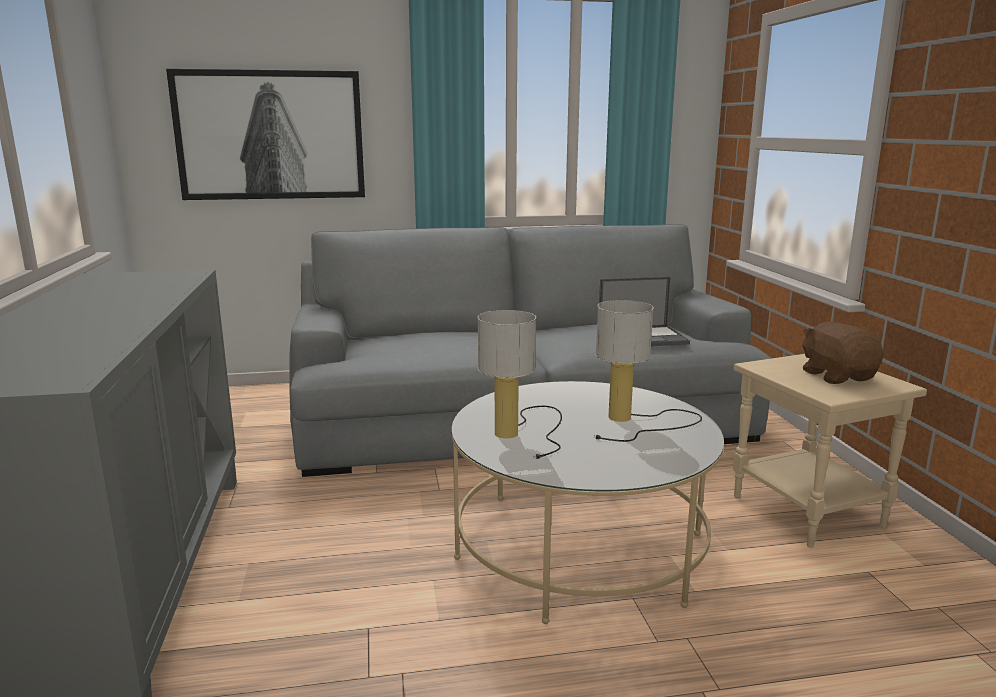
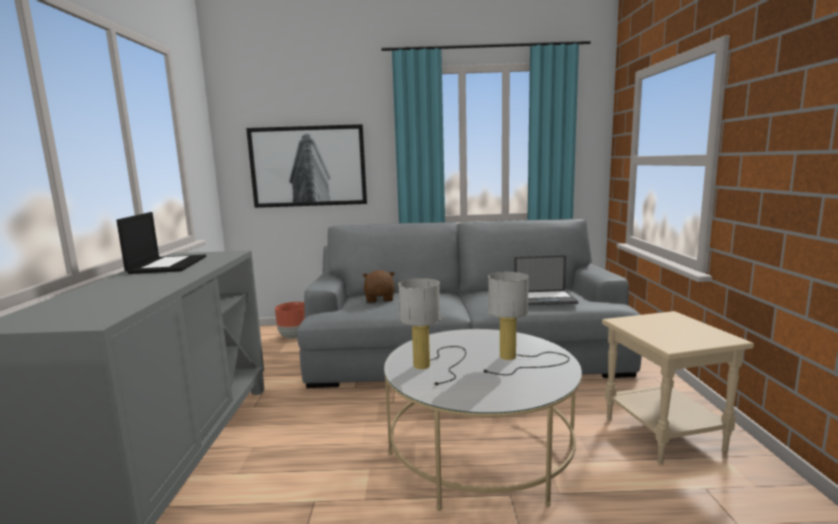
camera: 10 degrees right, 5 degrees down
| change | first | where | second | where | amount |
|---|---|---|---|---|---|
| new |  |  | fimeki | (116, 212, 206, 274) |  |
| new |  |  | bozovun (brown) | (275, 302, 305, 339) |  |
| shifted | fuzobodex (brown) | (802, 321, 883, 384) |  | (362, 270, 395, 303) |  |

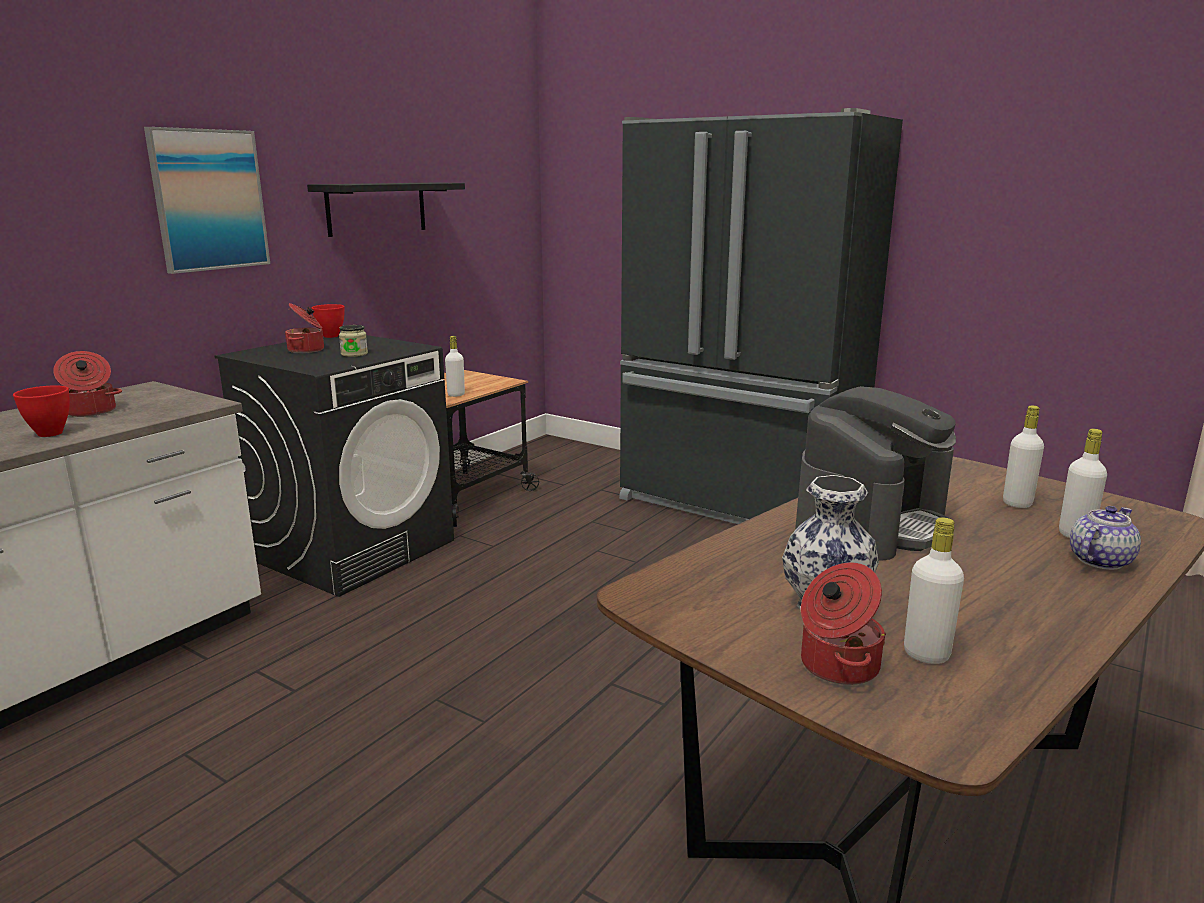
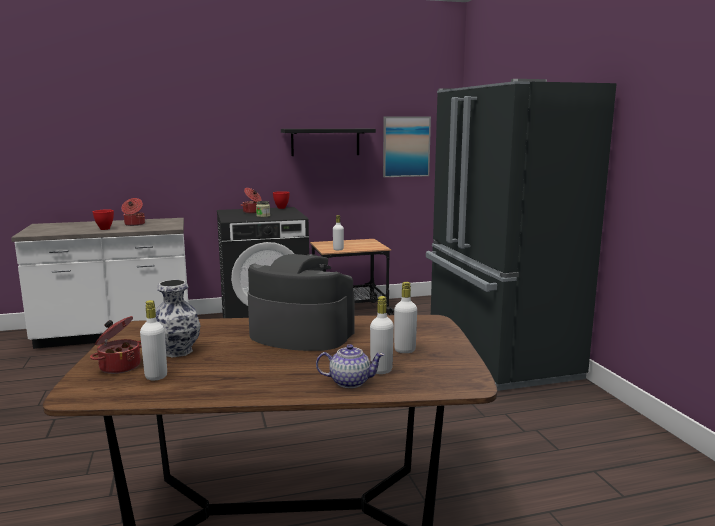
camera: 40 degrees right, 5 degrees down
| change | first | where | second | where | amount |
|---|---|---|---|---|---|
| rotated | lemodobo | (795, 386, 956, 561) |  | (248, 254, 354, 351) | 150 degrees counterclockwise |
| shifted | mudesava | (144, 127, 270, 274) |  | (383, 116, 431, 177) |  |

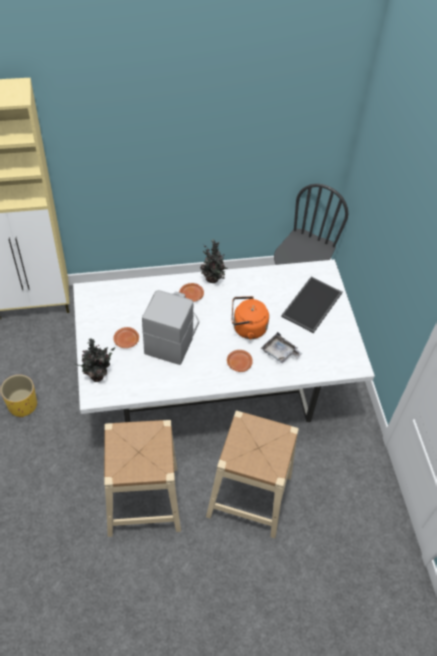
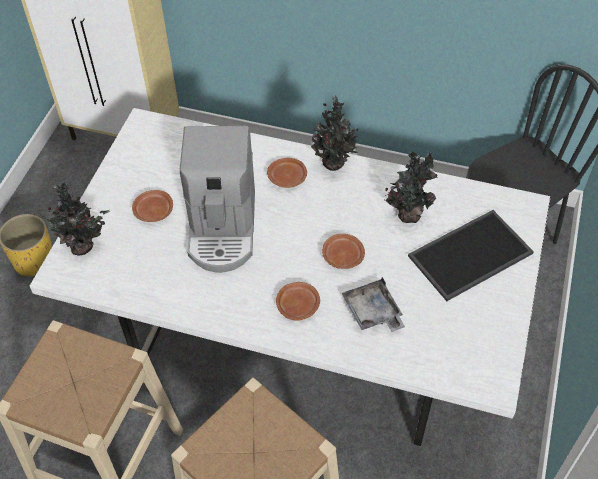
camera: 30 degrees right, 0 degrees up
| change | first | where | second | where | amount |
|---|---|---|---|---|---|
| rotated | lemodobo | (142, 290, 199, 365) |  | (180, 126, 255, 273) | 135 degrees clockwise |
| swapped | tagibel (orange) | (232, 296, 269, 339) | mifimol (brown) | (322, 234, 365, 269) |  |
| new |  |  | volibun | (384, 151, 438, 223) |  |

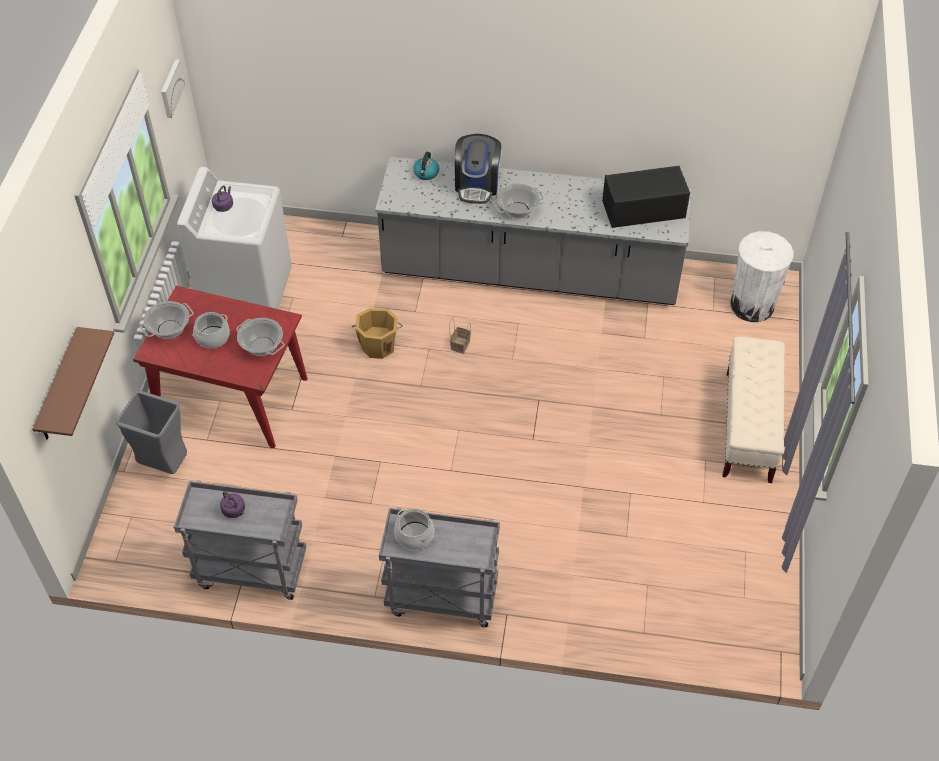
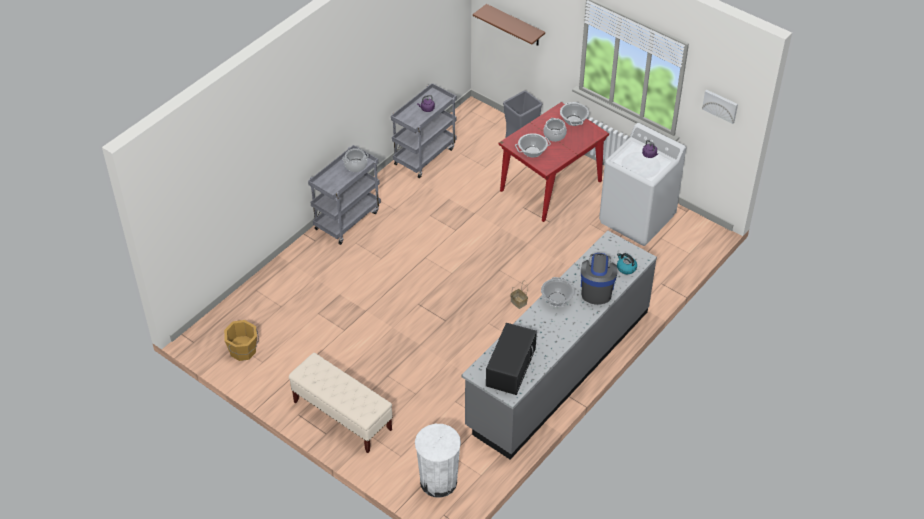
camera: 120 degrees right, 5 degrees down
| change | first | where | second | where | amount |
|---|---|---|---|---|---|
| shifted | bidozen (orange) | (351, 308, 403, 359) |  | (224, 320, 259, 361) |  |
| rotated | lemodobo | (455, 134, 502, 204) |  | (581, 253, 617, 305) | 60 degrees clockwise |

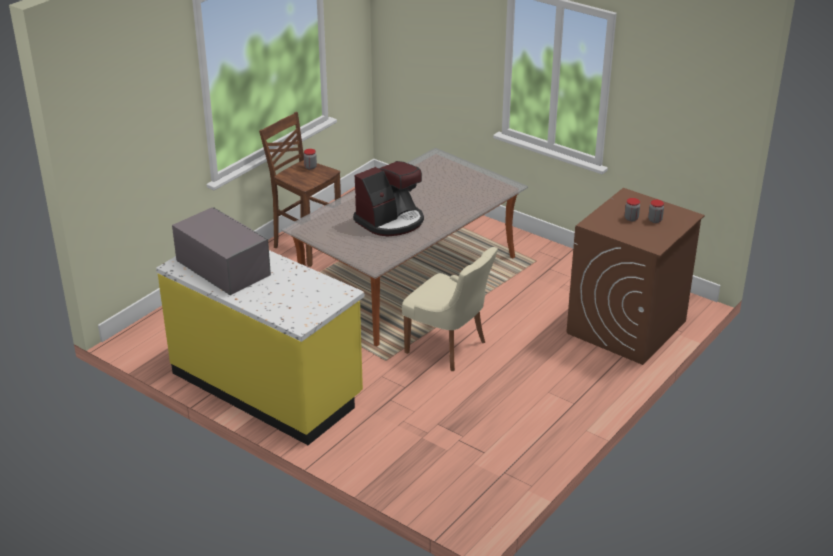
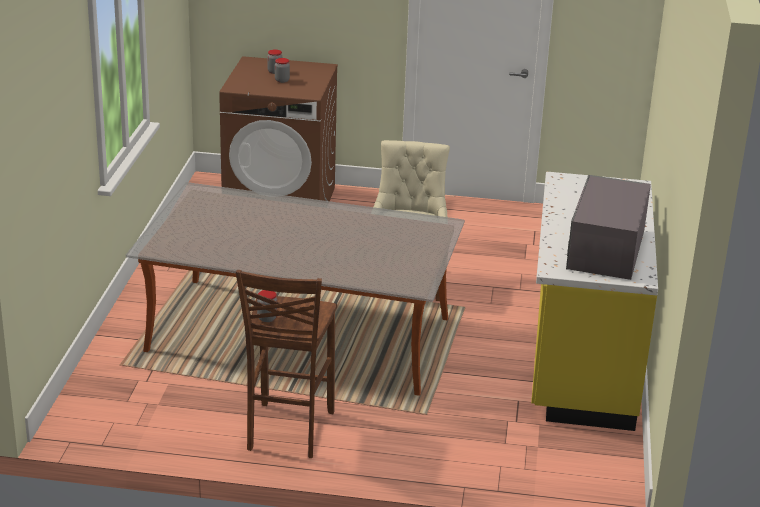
camera: 120 degrees left, 5 degrees down
| change | first | where | second | where | amount |
|---|---|---|---|---|---|
| gone | lemodobo | (353, 161, 424, 236) |  |  |  |

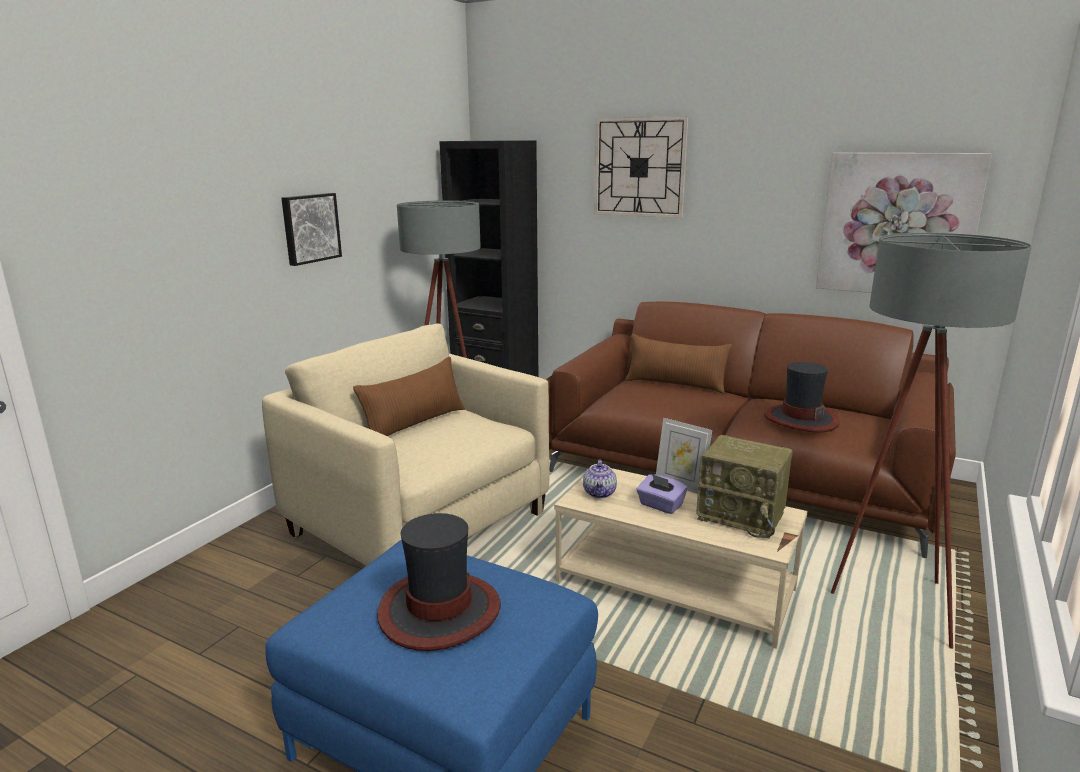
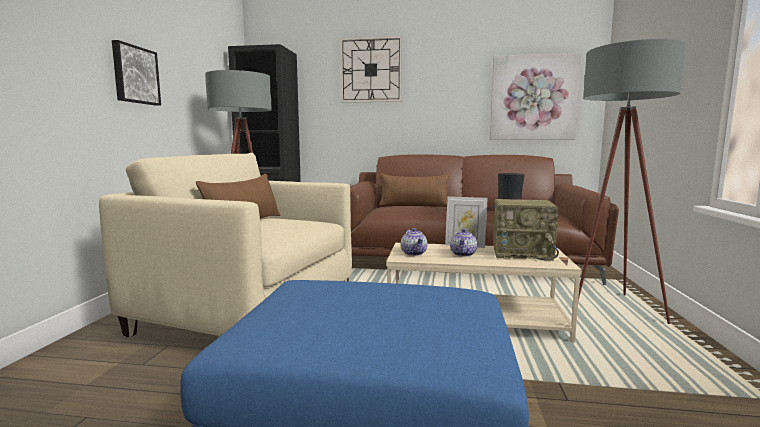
camera: 20 degrees left, 10 degrees down
| change | first | where | second | where | amount |
|---|---|---|---|---|---|
| swapped | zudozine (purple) | (636, 474, 688, 514) | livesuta | (450, 229, 477, 257) |  |
| gone | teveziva | (377, 513, 501, 651) |  |  |  |

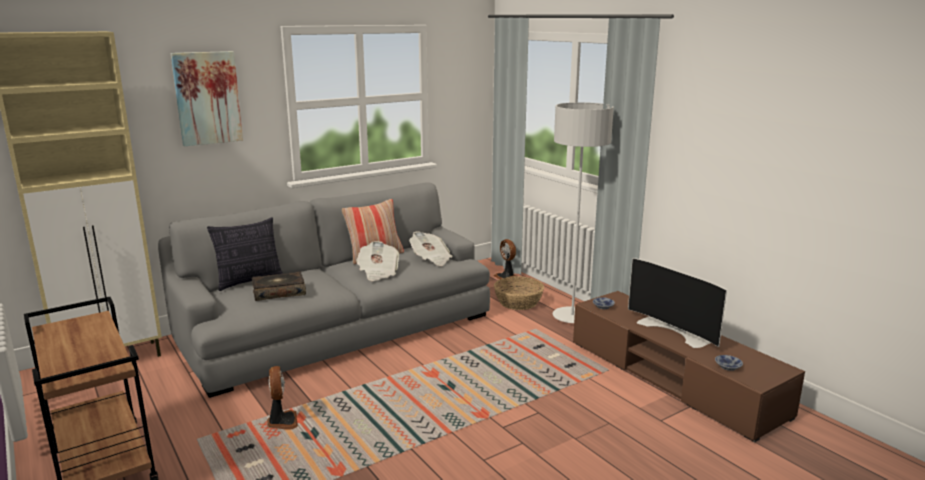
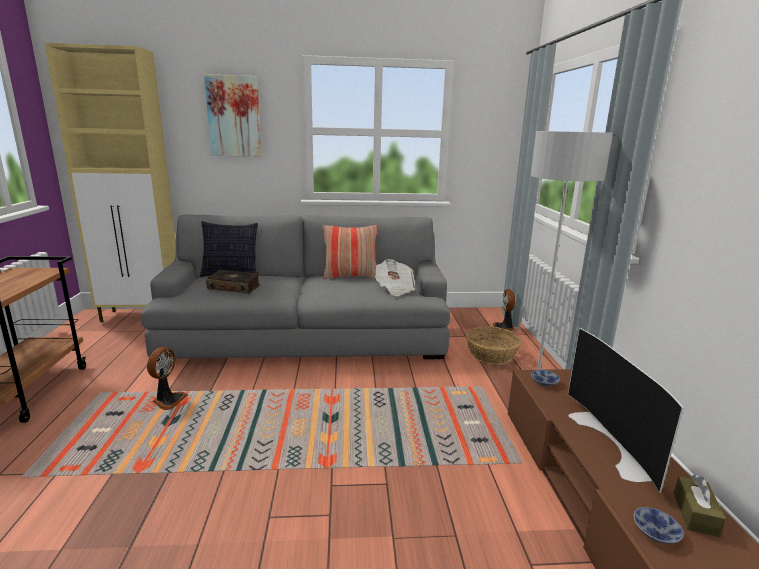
camera: 30 degrees right, 0 degrees up
| change | first | where | second | where | amount |
|---|---|---|---|---|---|
| new |  |  | zudozine (brown) | (674, 475, 726, 538) |  |
| gone | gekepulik | (356, 241, 399, 281) |  |  |  |

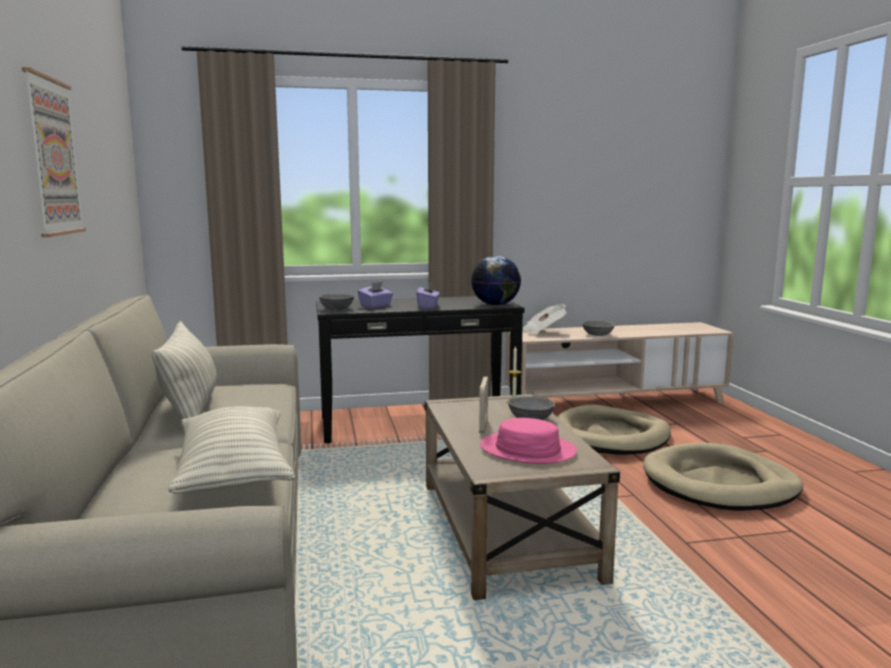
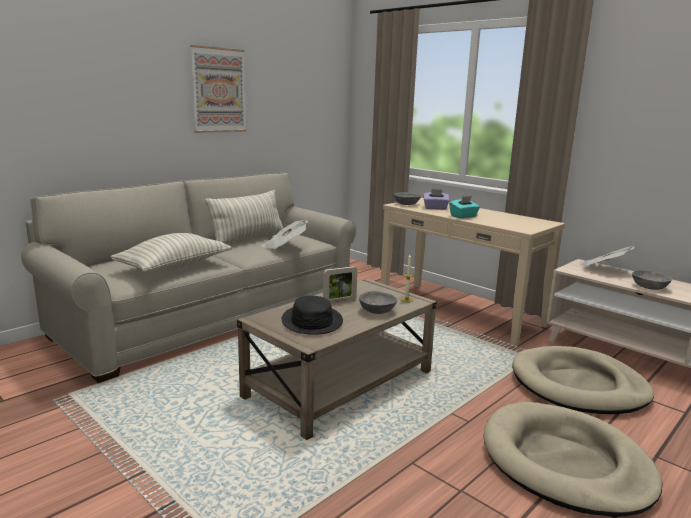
camera: 55 degrees right, 5 degrees up
| change | first | where | second | where | amount |
|---|---|---|---|---|---|
| new |  |  | gekepulik | (262, 220, 308, 249) |  |
| repainted | teveziva (pink) | (480, 418, 577, 464) | teveziva (black) | (282, 296, 343, 335) |  |
| repainted | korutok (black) | (316, 296, 525, 444) | korutok (beige) | (381, 198, 565, 346) |  |
| repainted | zudozine (purple) | (416, 282, 440, 309) | zudozine (turquoise) | (449, 196, 480, 218) |  |
| gone | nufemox | (471, 256, 521, 305) |  |  |  |

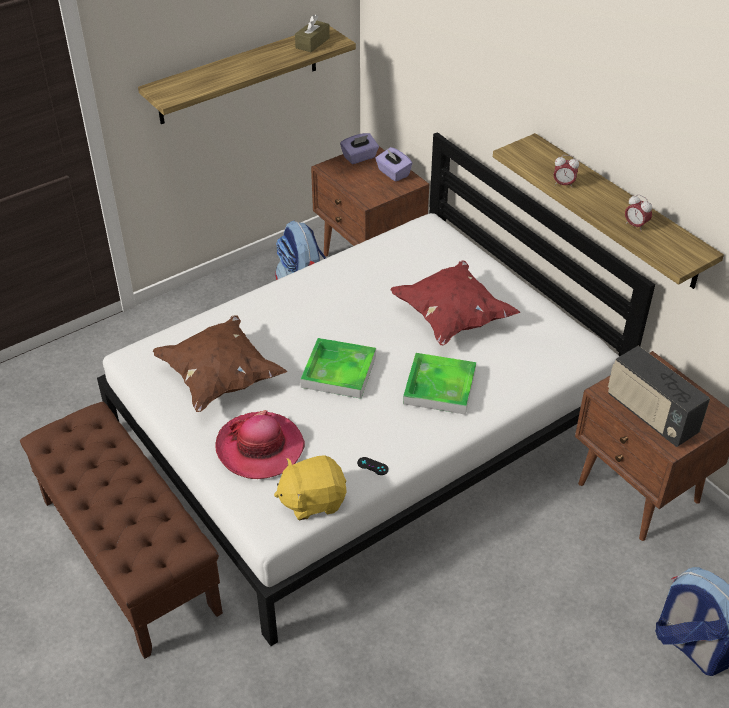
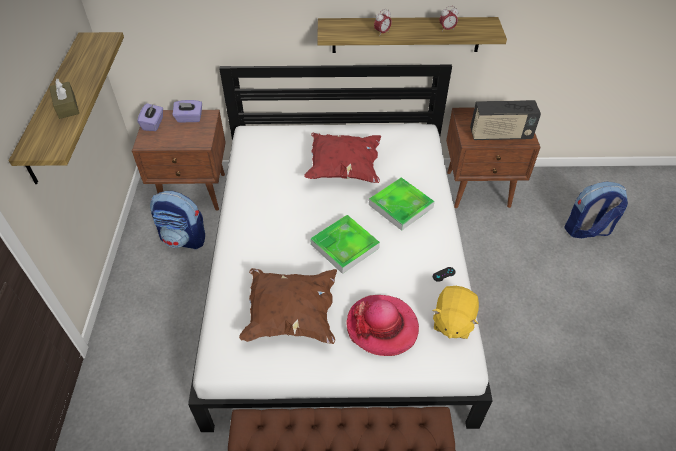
camera: 55 degrees left, 5 degrees up
| change | first | where | second | where | amount |
|---|---|---|---|---|---|
| shifted | zudozine (brown) | (295, 14, 330, 52) |  | (49, 79, 79, 119) |  |

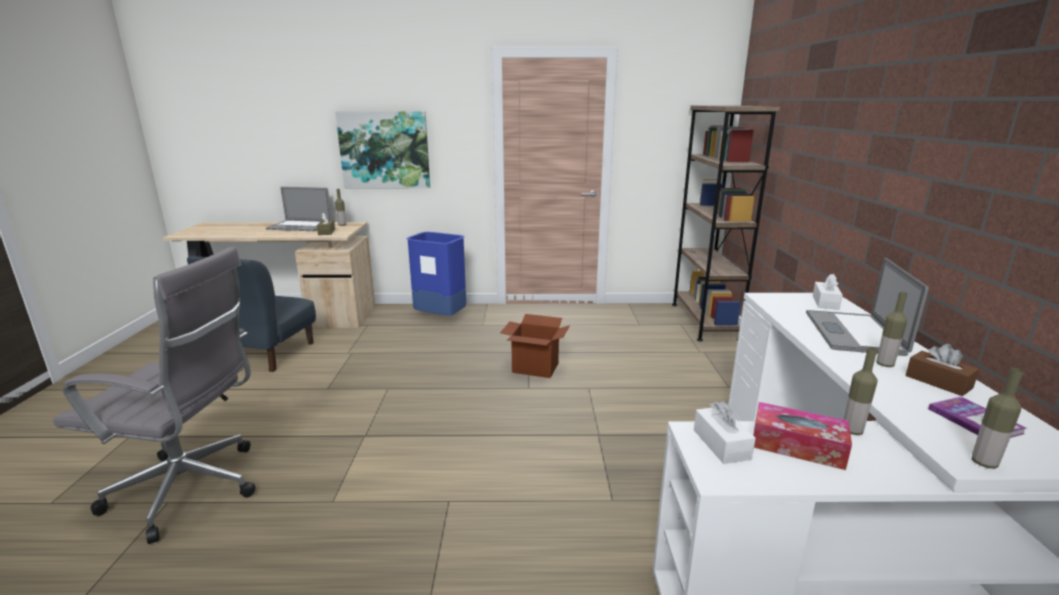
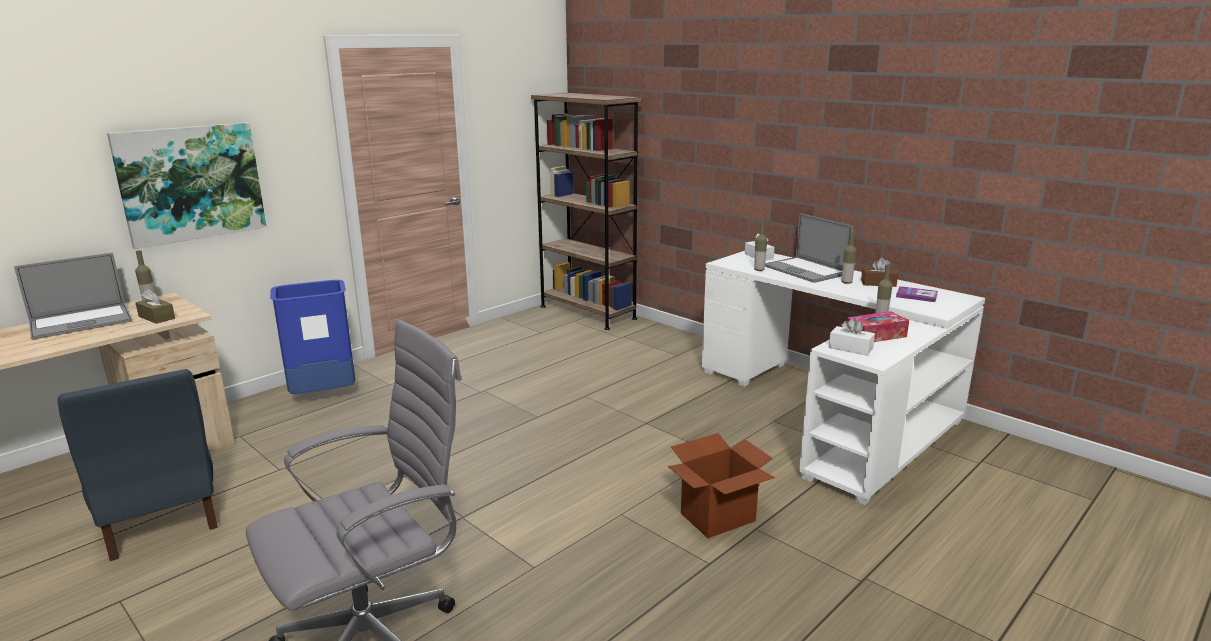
camera: 45 degrees left, 0 degrees up
| change | first | where | second | where | amount |
|---|---|---|---|---|---|
| shifted | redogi | (500, 314, 570, 378) |  | (668, 433, 775, 538) |  |
| shifted | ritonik | (972, 368, 1023, 469) |  | (754, 222, 767, 271) |  |

